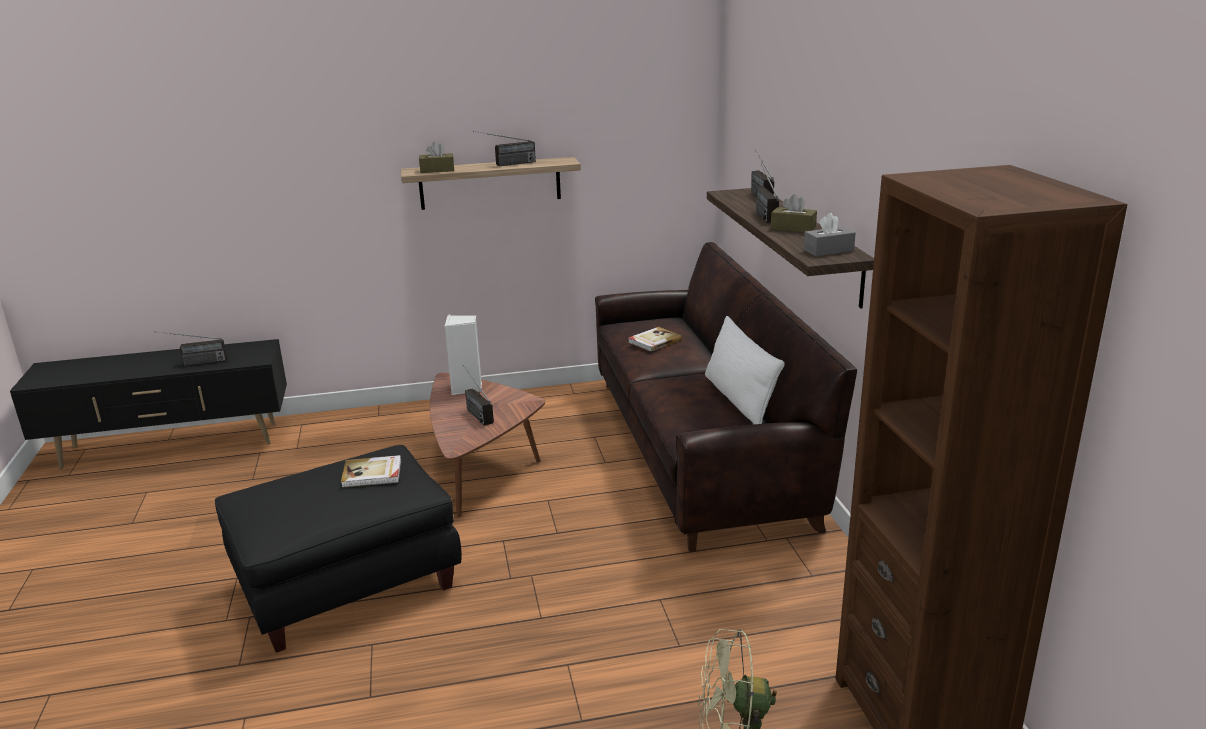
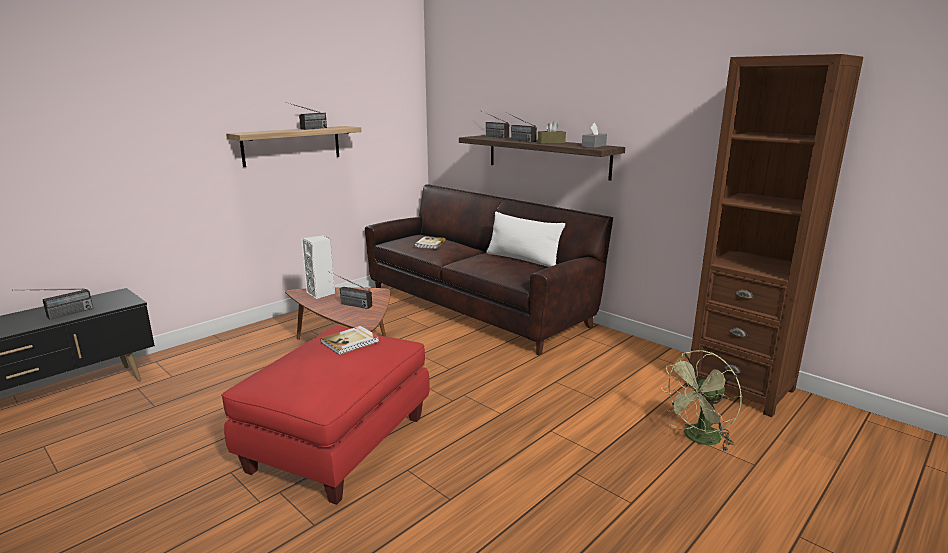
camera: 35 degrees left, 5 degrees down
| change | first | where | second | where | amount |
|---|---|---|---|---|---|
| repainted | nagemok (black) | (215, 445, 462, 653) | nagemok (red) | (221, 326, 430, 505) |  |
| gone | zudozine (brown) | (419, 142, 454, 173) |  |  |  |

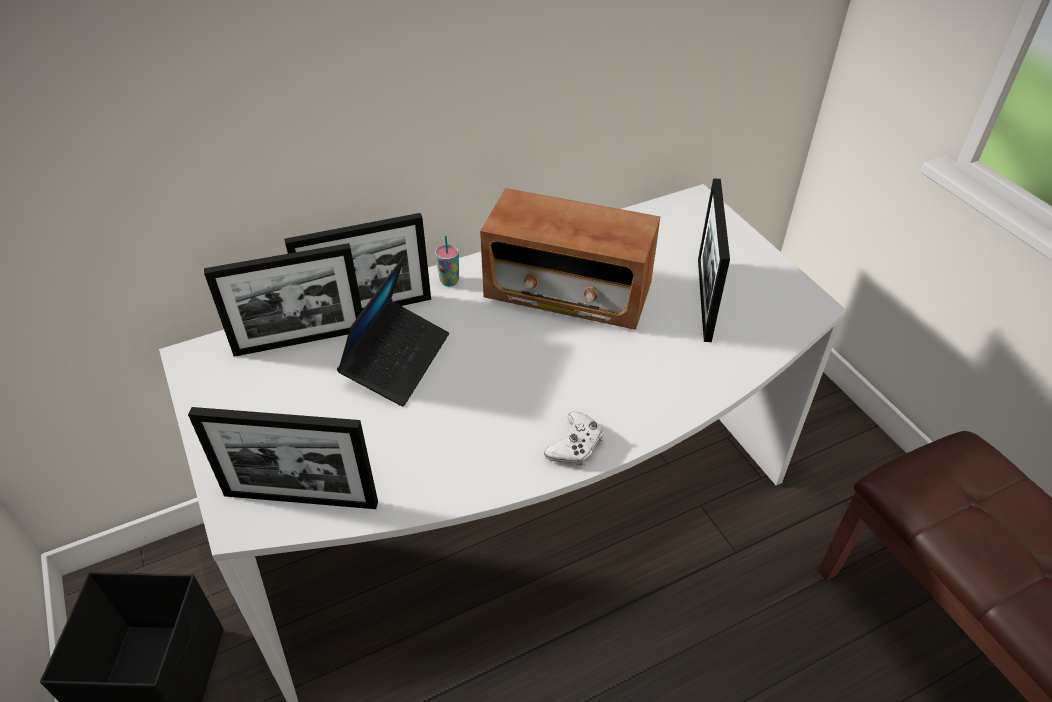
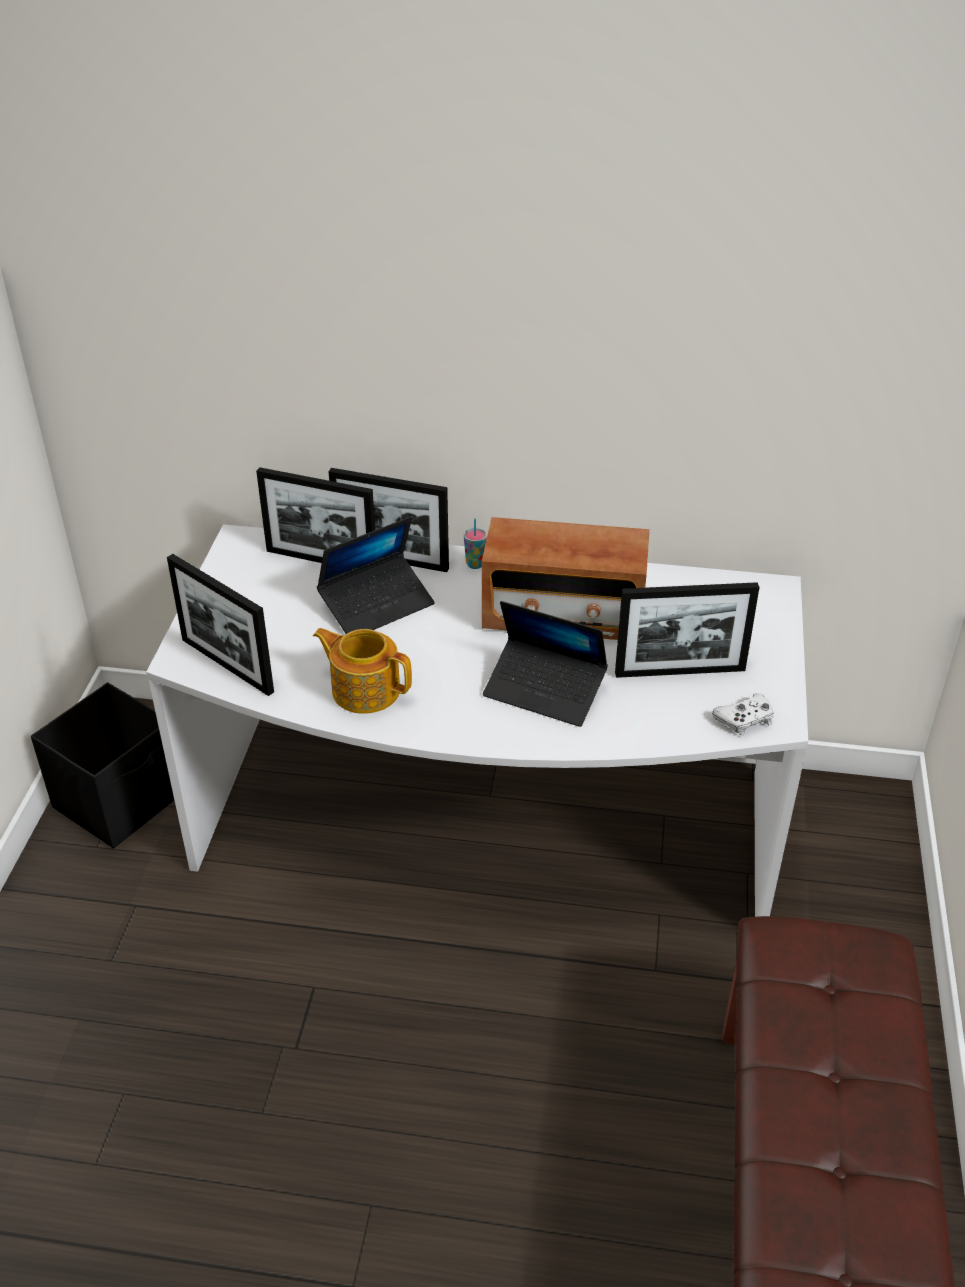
camera: 35 degrees right, 5 degrees down
| change | first | where | second | where | amount |
|---|---|---|---|---|---|
| new |  |  | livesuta | (313, 628, 412, 714) |  |
| rotated | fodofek | (480, 188, 660, 330) |  | (482, 517, 650, 640) | 45 degrees counterclockwise |
| new |  |  | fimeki | (483, 601, 608, 727) |  |
| rotated | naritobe | (698, 178, 730, 342) |  | (615, 582, 759, 678) | 135 degrees counterclockwise |
| shifted | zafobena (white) | (544, 412, 604, 466) |  | (712, 693, 773, 735) |  |

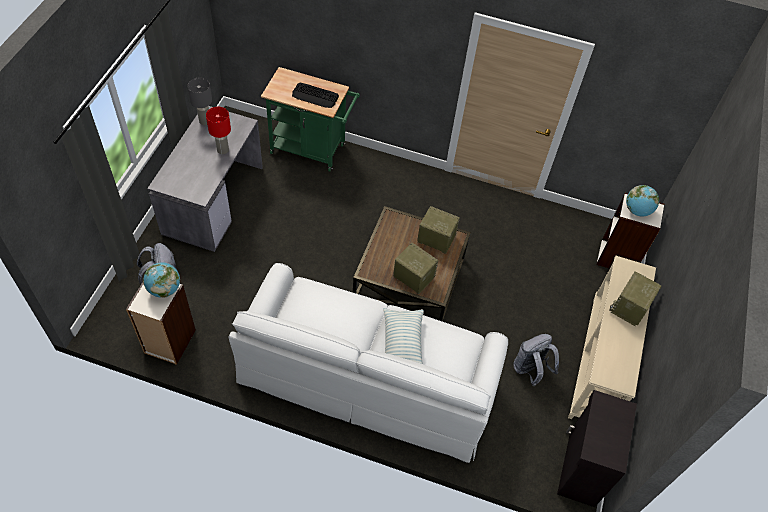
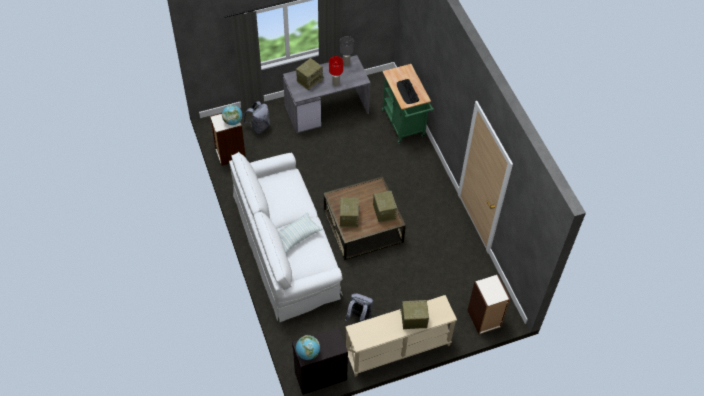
camera: 55 degrees right, 0 degrees up
| change | first | where | second | where | amount |
|---|---|---|---|---|---|
| new |  |  | fodofek | (296, 58, 324, 90) |  |
| shifted | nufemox | (626, 185, 659, 217) |  | (296, 335, 320, 360) |  |

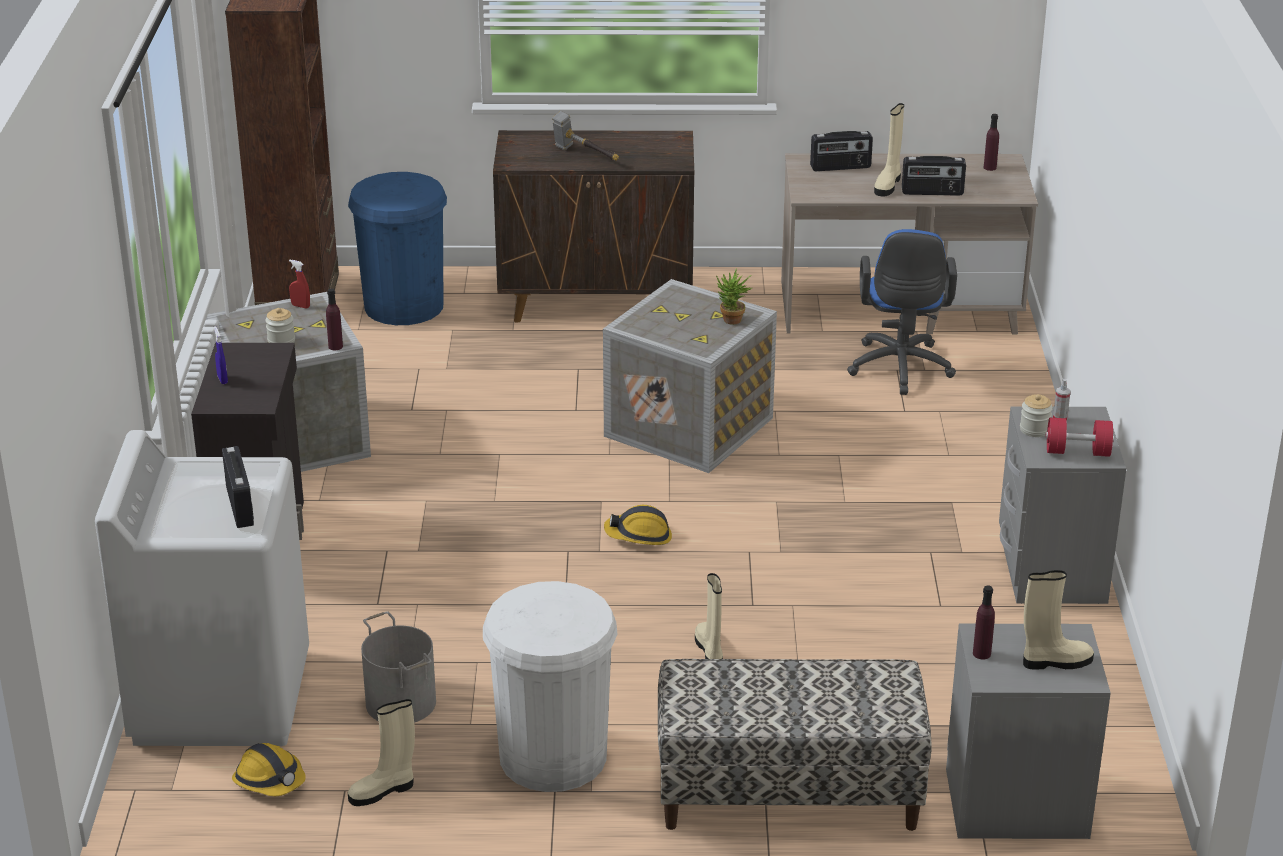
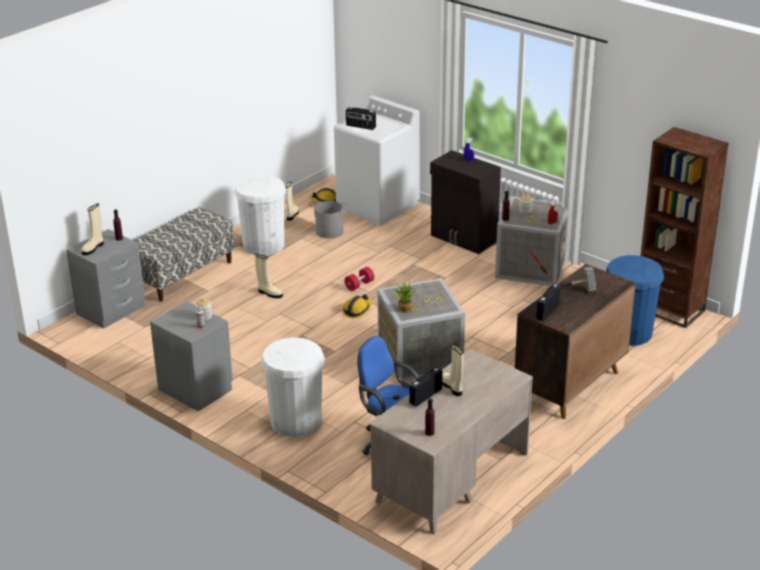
camera: 130 degrees right, 0 degrees up
| change | first | where | second | where | amount |
|---|---|---|---|---|---|
| new |  |  | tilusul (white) | (261, 337, 325, 437) |  |
| shifted | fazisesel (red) | (1046, 418, 1114, 457) |  | (344, 267, 374, 291) |  |
| shifted | fodofek | (810, 131, 873, 171) |  | (536, 284, 560, 321) |  |

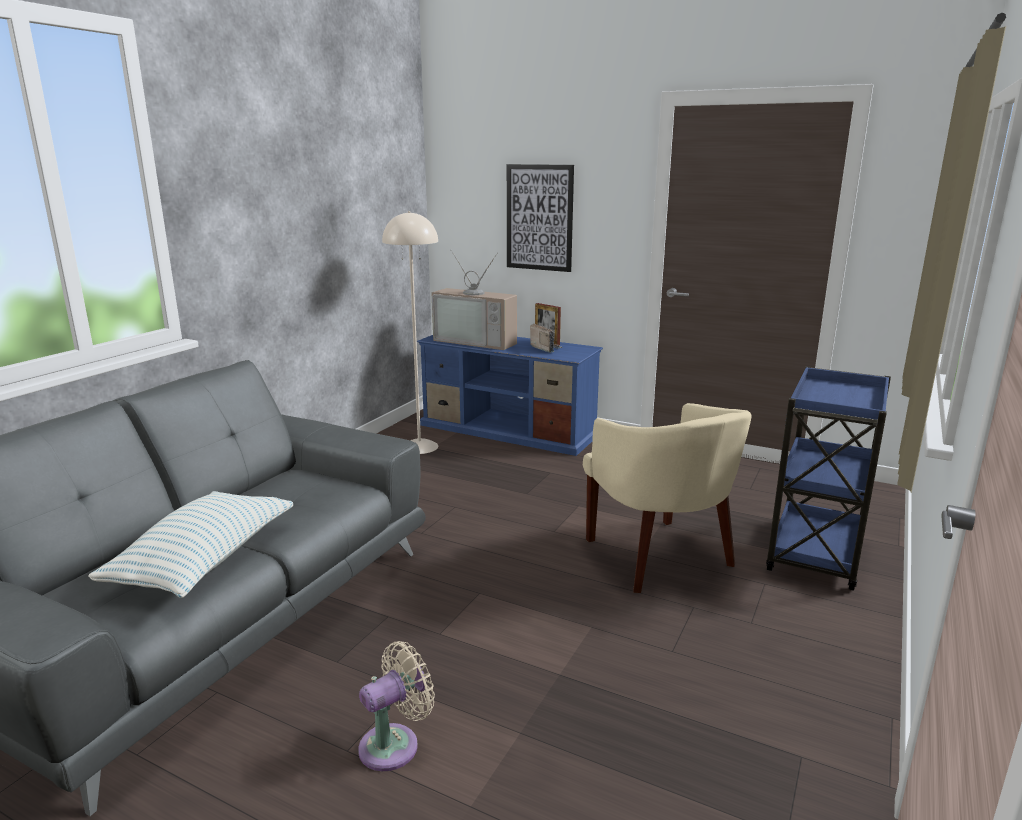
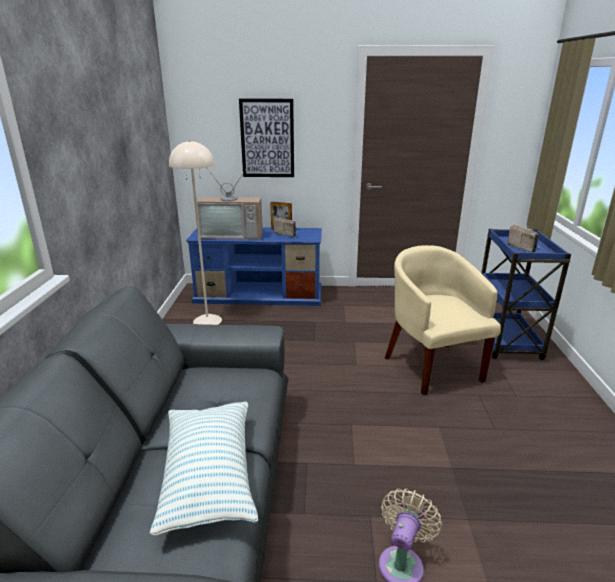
camera: 25 degrees left, 5 degrees up
| change | first | where | second | where | amount |
|---|---|---|---|---|---|
| rotated | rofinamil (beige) | (583, 403, 752, 593) |  | (385, 245, 501, 395) | 150 degrees counterclockwise |
| new |  |  | fodofek | (507, 225, 540, 253) |  |

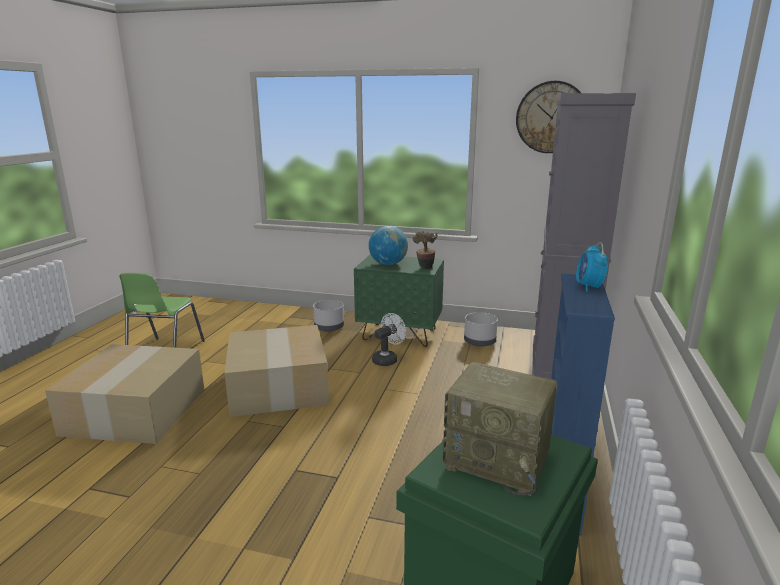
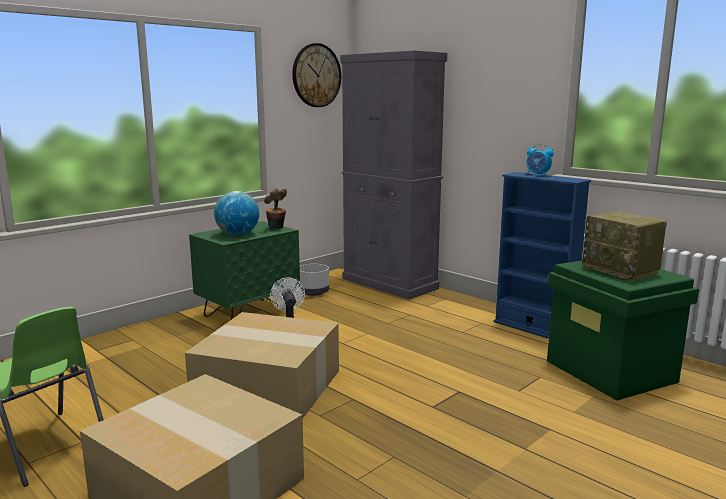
camera: 60 degrees left, 5 degrees down
| change | first | where | second | where | amount |
|---|---|---|---|---|---|
| rotated | fodofek | (442, 362, 558, 496) |  | (582, 211, 667, 282) | 90 degrees clockwise |
| gone | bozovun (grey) | (313, 300, 344, 332) |  |  |  |

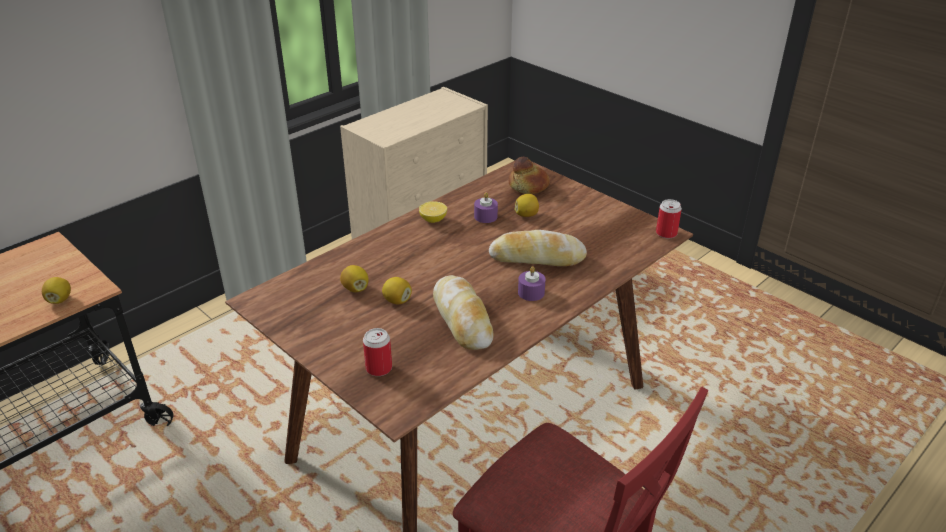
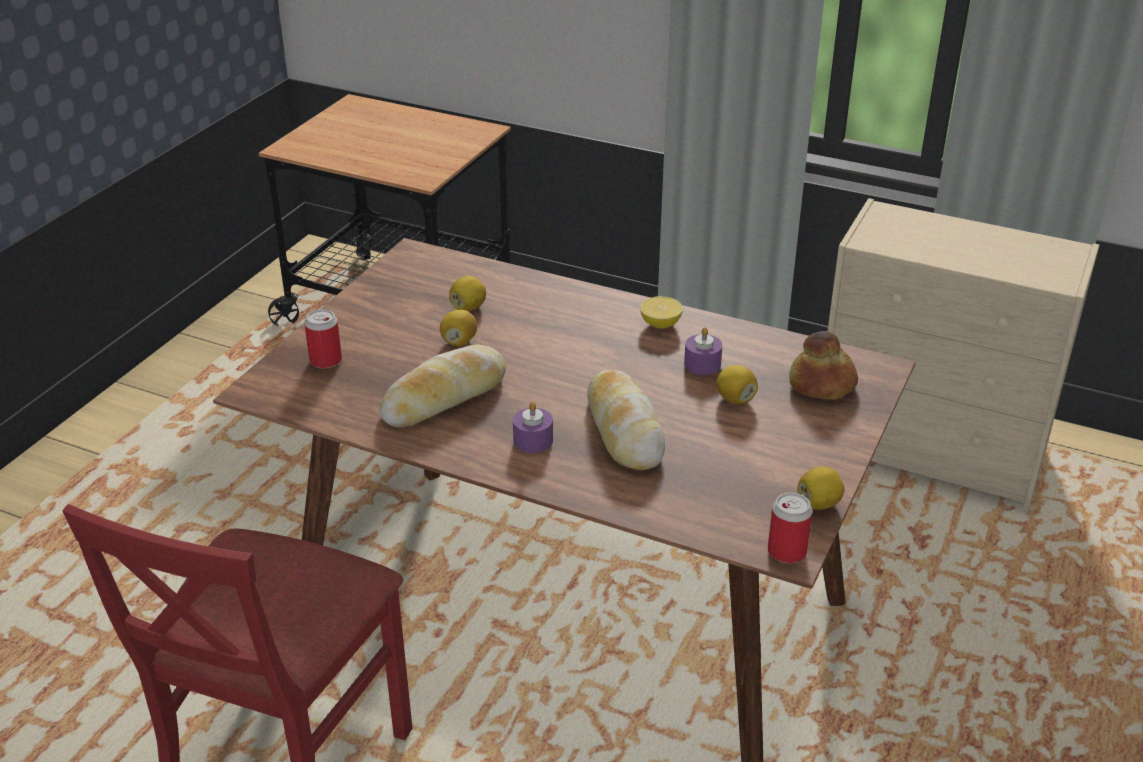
camera: 70 degrees right, 0 degrees up
| change | first | where | second | where | amount |
|---|---|---|---|---|---|
| shifted | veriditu | (42, 277, 71, 304) |  | (797, 466, 844, 510) |  |

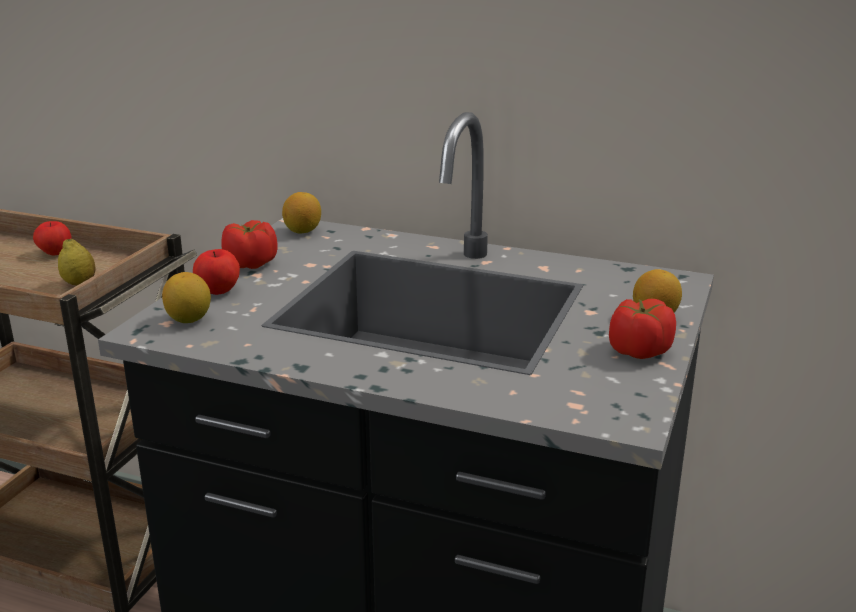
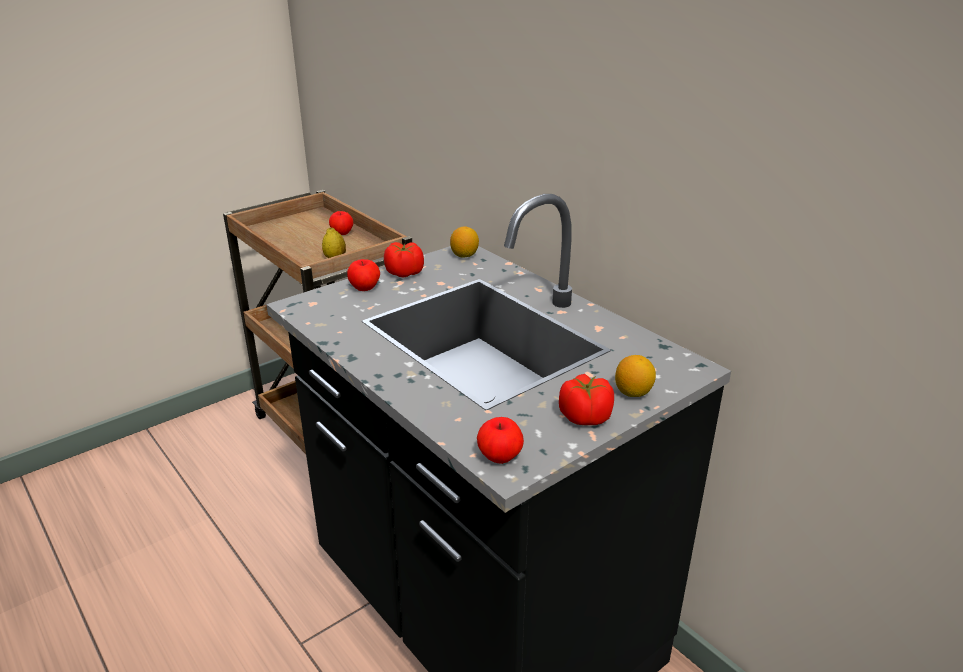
camera: 30 degrees right, 5 degrees up
| change | first | where | second | where | amount |
|---|---|---|---|---|---|
| new |  |  | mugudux | (477, 417, 524, 464) |  |
| gone | veriditu | (162, 272, 211, 323) |  |  |  |

